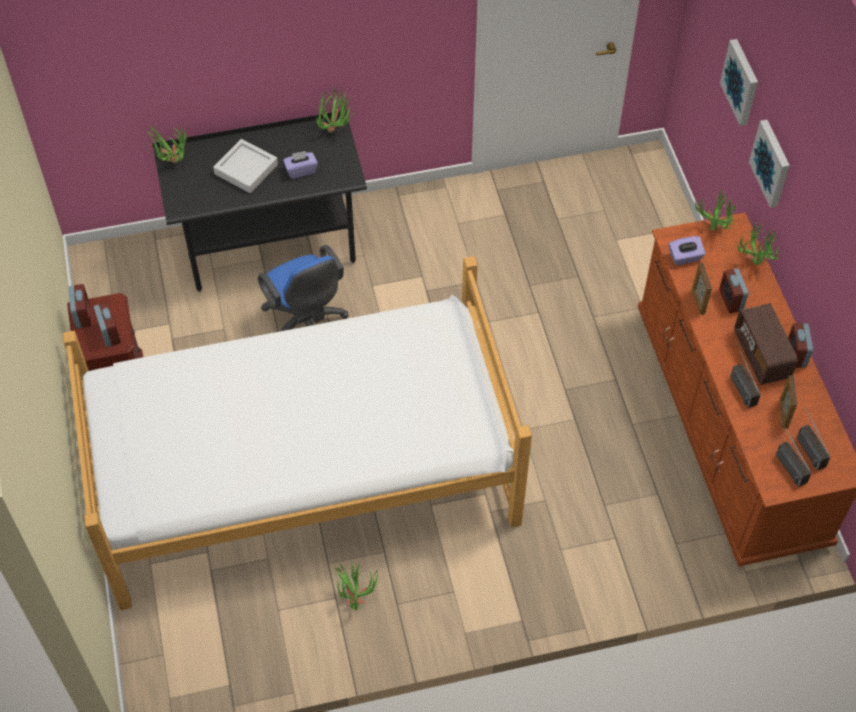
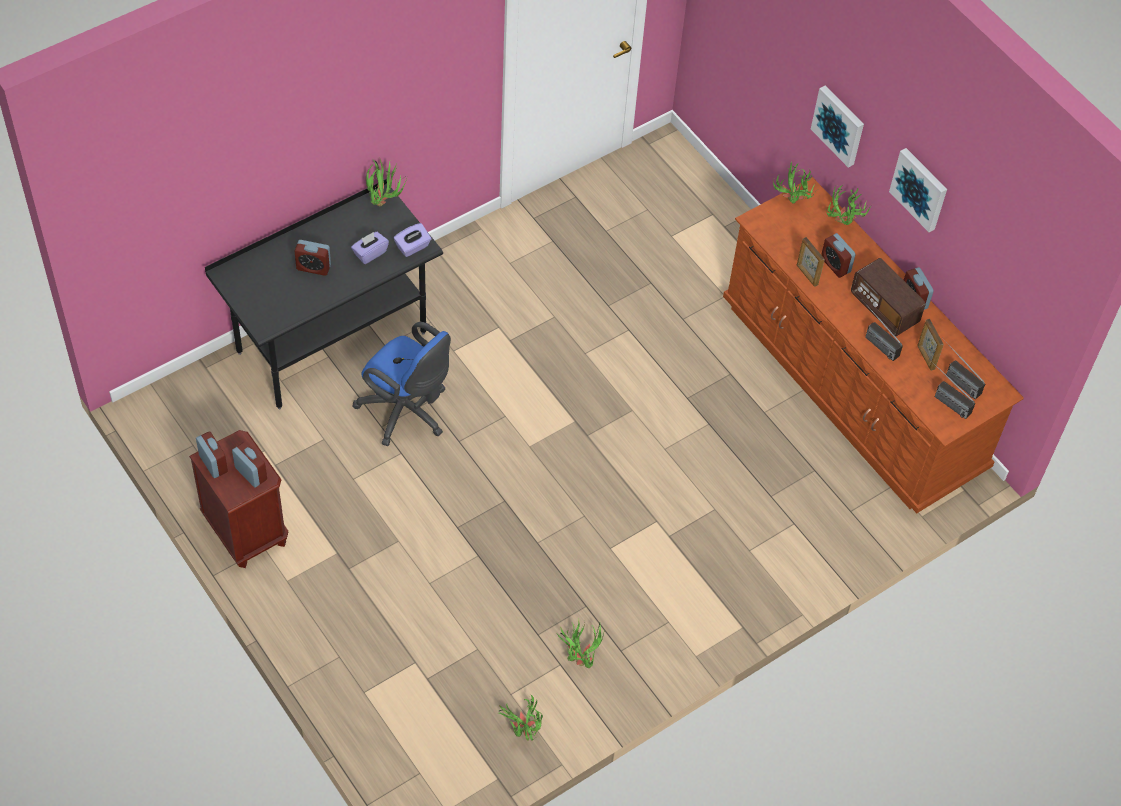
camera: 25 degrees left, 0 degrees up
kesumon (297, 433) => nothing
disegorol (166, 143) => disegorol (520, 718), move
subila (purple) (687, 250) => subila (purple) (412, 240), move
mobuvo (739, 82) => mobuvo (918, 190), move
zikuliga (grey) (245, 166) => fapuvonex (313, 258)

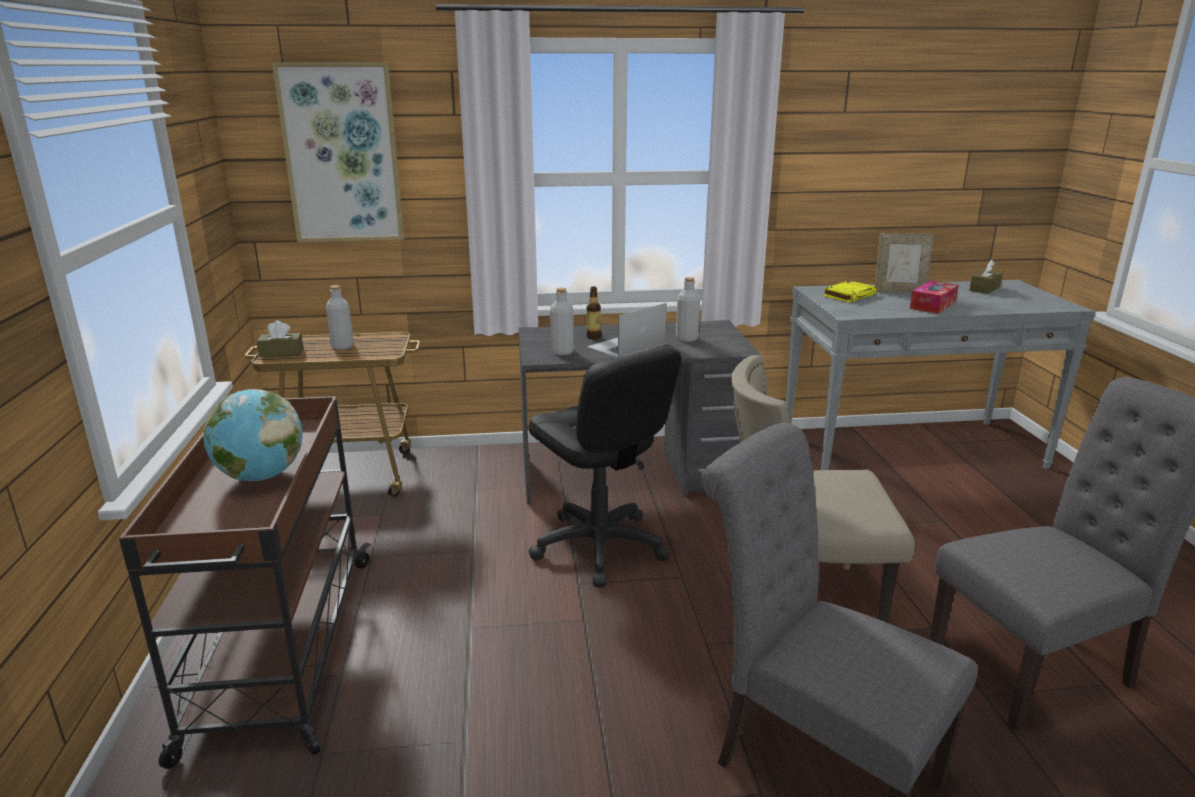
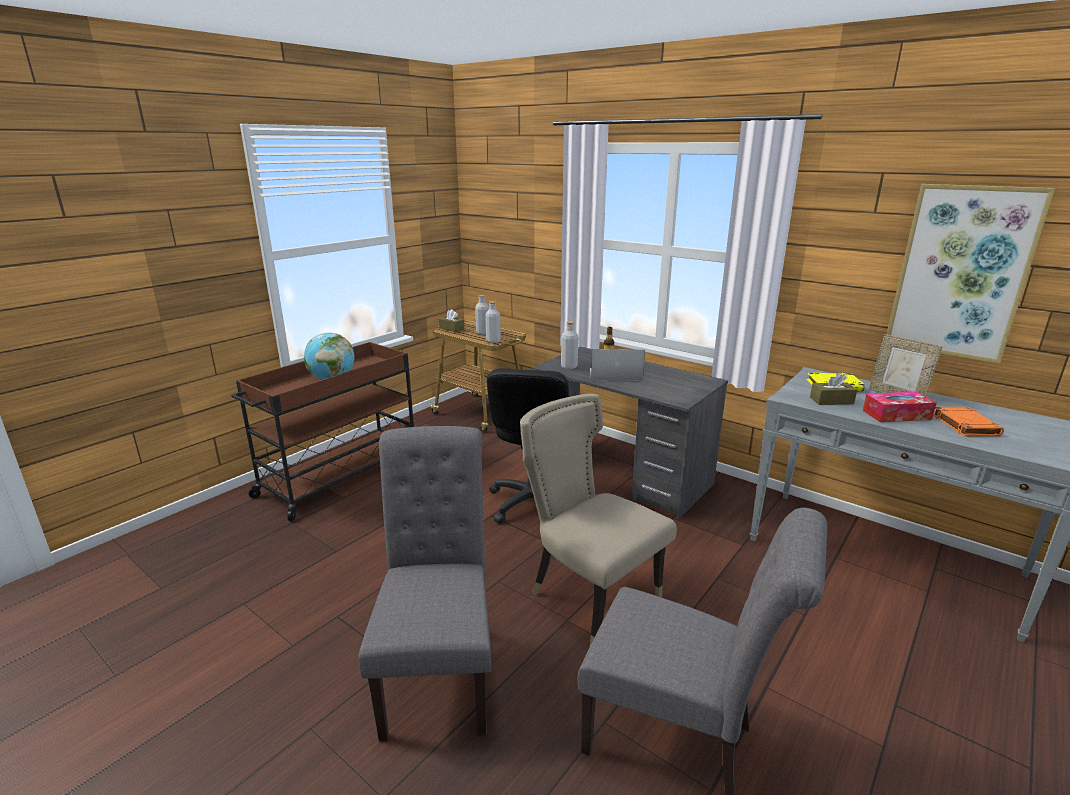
camera: 45 degrees right, 0 degrees up
nothing => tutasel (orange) (968, 421)
mobuvo (338, 152) => mobuvo (971, 274), move
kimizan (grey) (688, 309) => kimizan (grey) (493, 322), move
subila (brown) (986, 277) => subila (brown) (833, 388), move

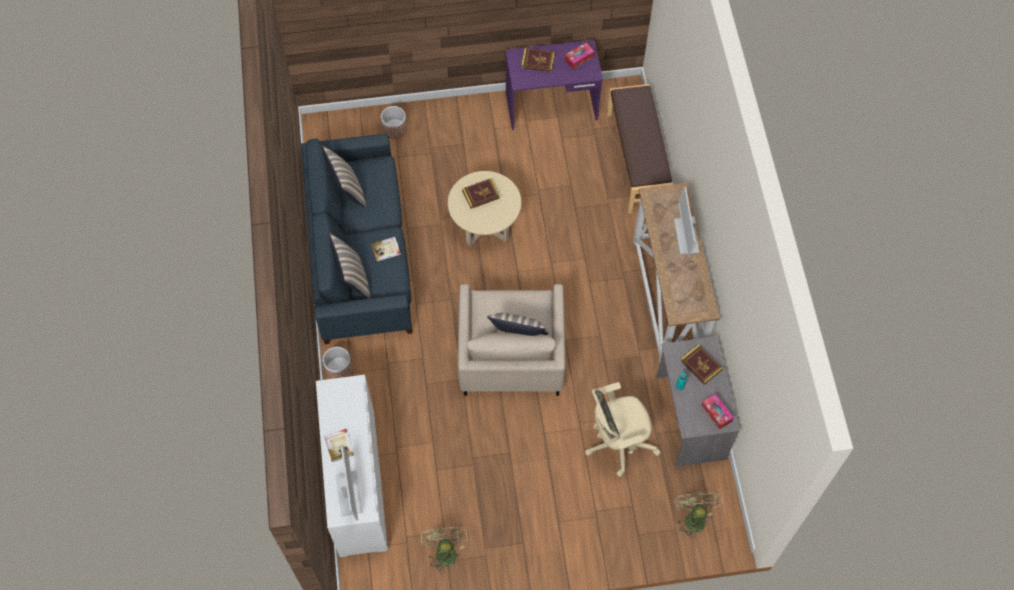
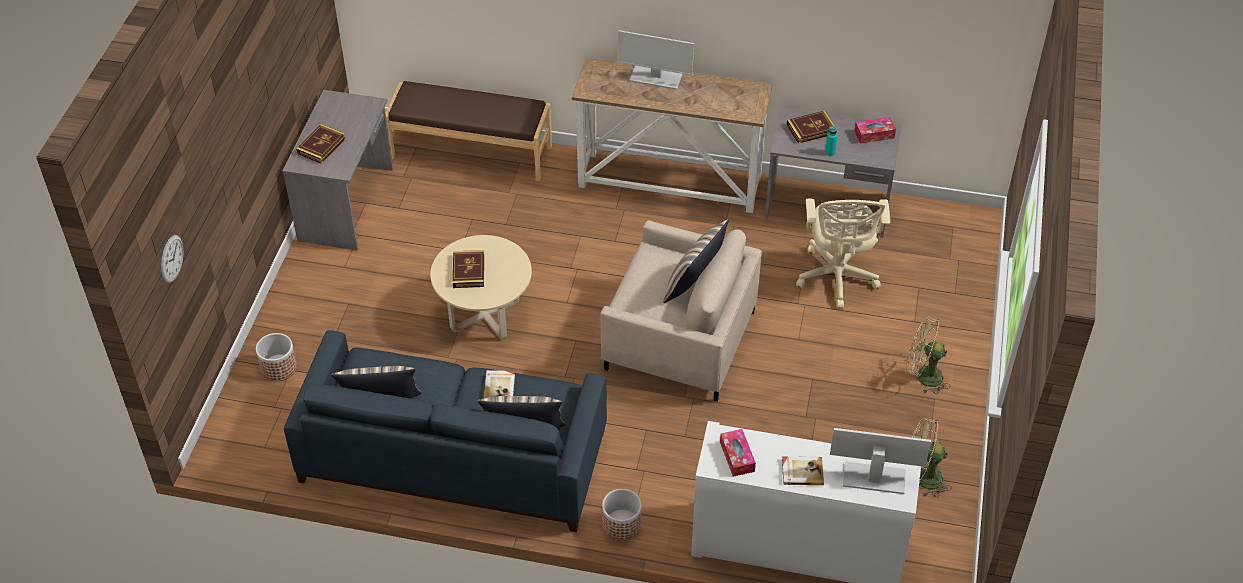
camera: 70 degrees left, 15 degrees down
nothing => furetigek (172, 259)
subila (580, 55) => subila (738, 453), move
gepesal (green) (699, 516) => gepesal (green) (928, 356), move
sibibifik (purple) (554, 85) => sibibifik (grey) (338, 170)

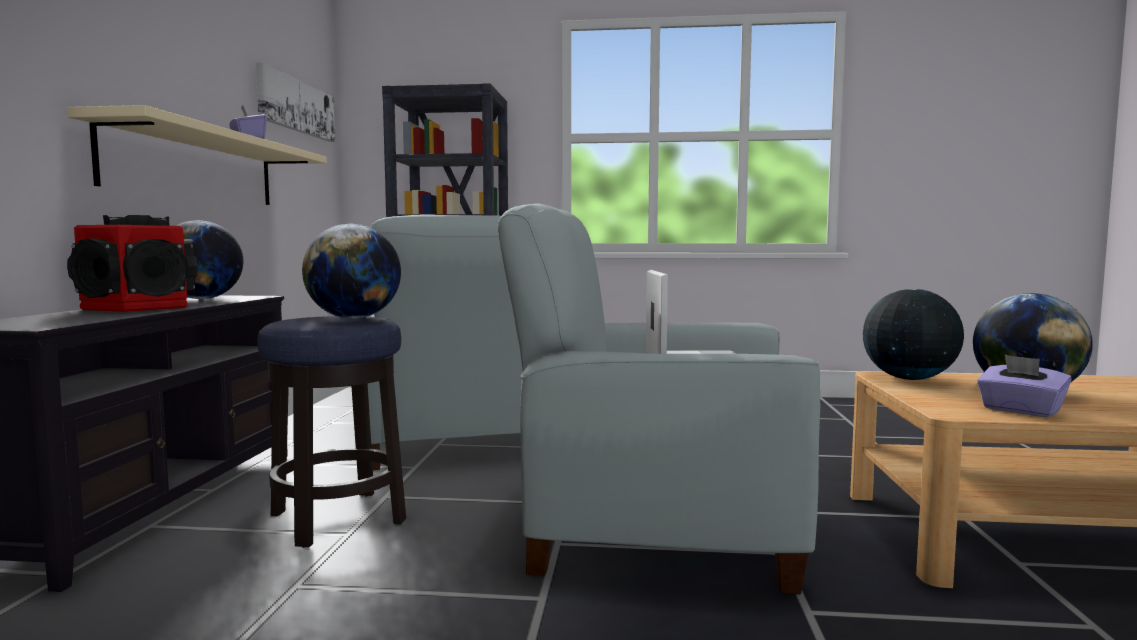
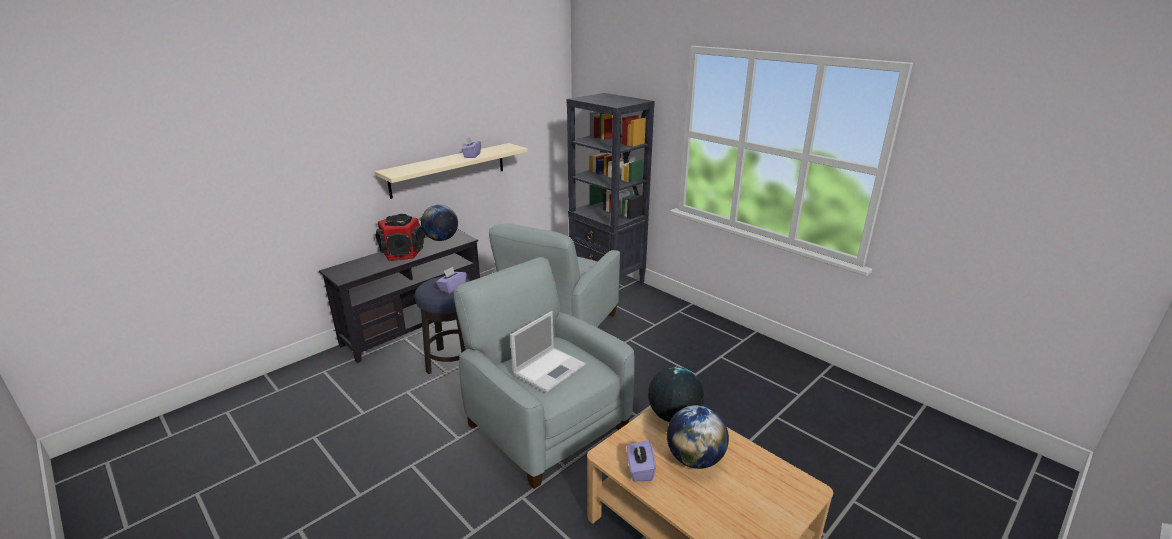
camera: 40 degrees right, 20 degrees up
mobuvo (295, 102) => nothing
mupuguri (351, 271) => subila (purple) (451, 280)

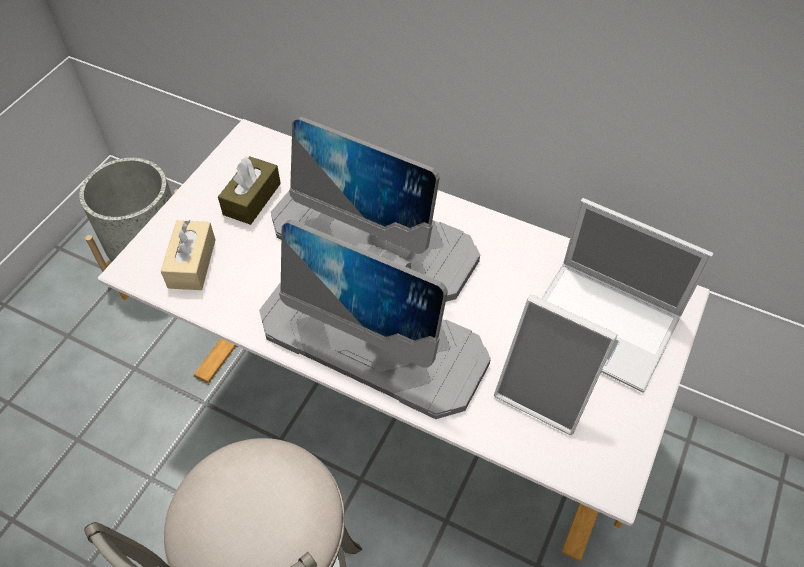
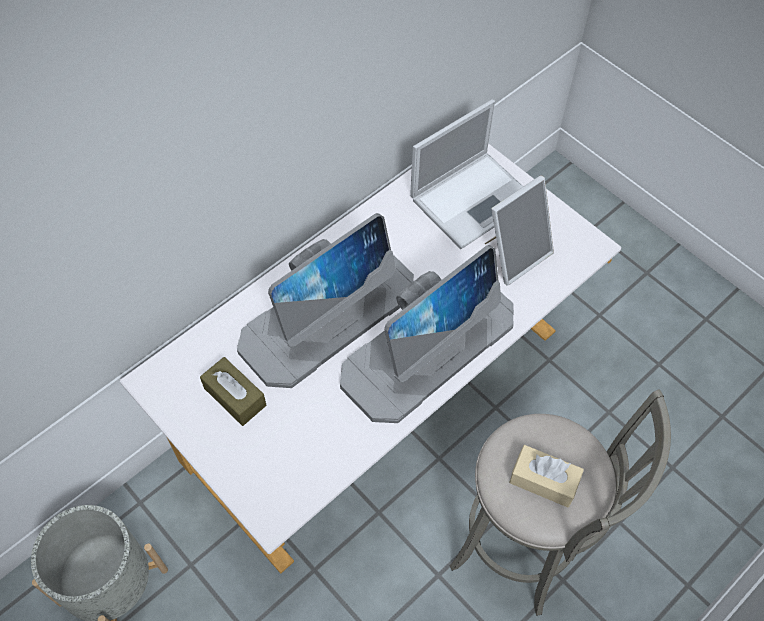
camera: 70 degrees left, 5 degrees up
subila (beige) (188, 255) => subila (beige) (546, 476), move

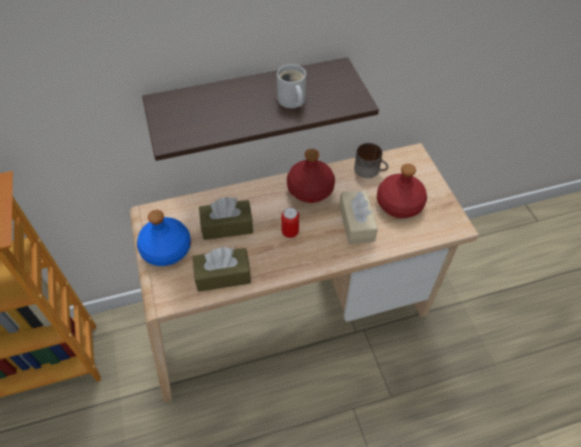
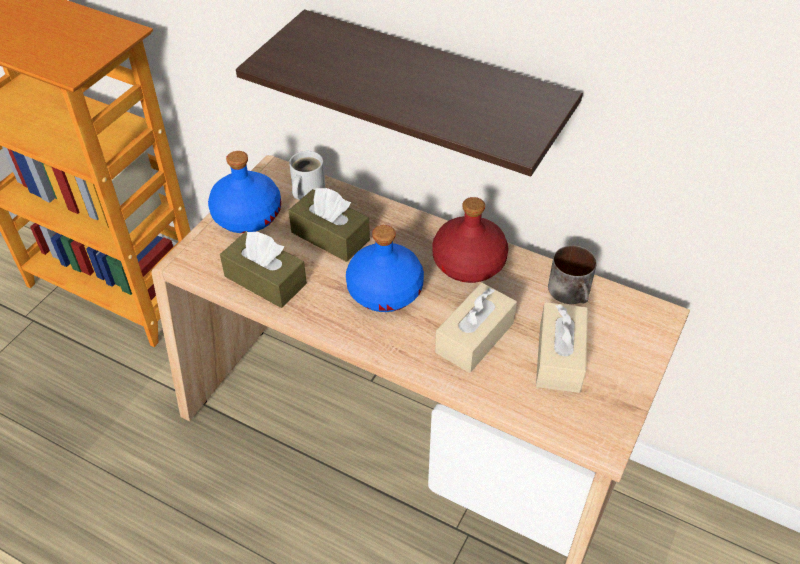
camera: 45 degrees right, 5 degrees down
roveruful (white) (291, 86) => roveruful (white) (307, 175), move
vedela (290, 222) => kimizan (blue) (385, 268)
kimizan (red) (402, 191) => subila (beige) (562, 347)

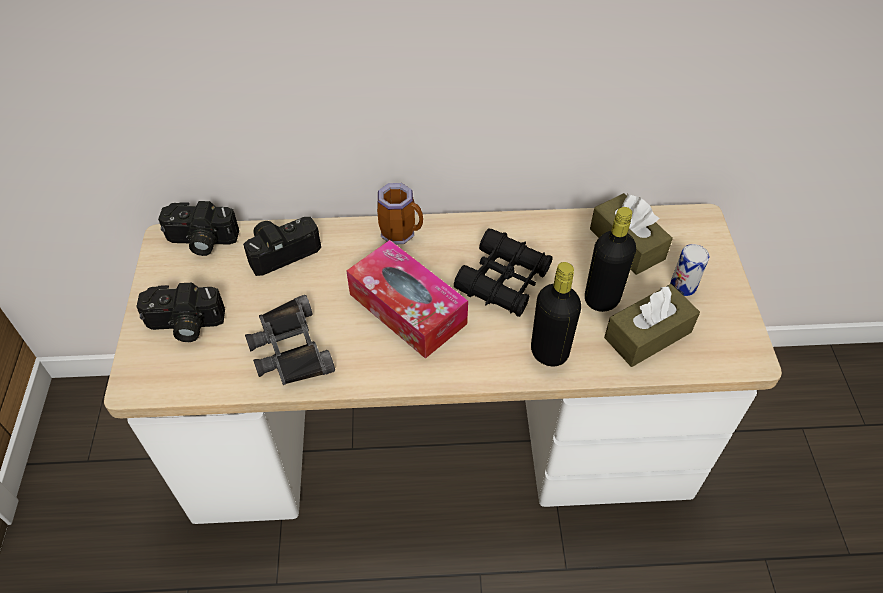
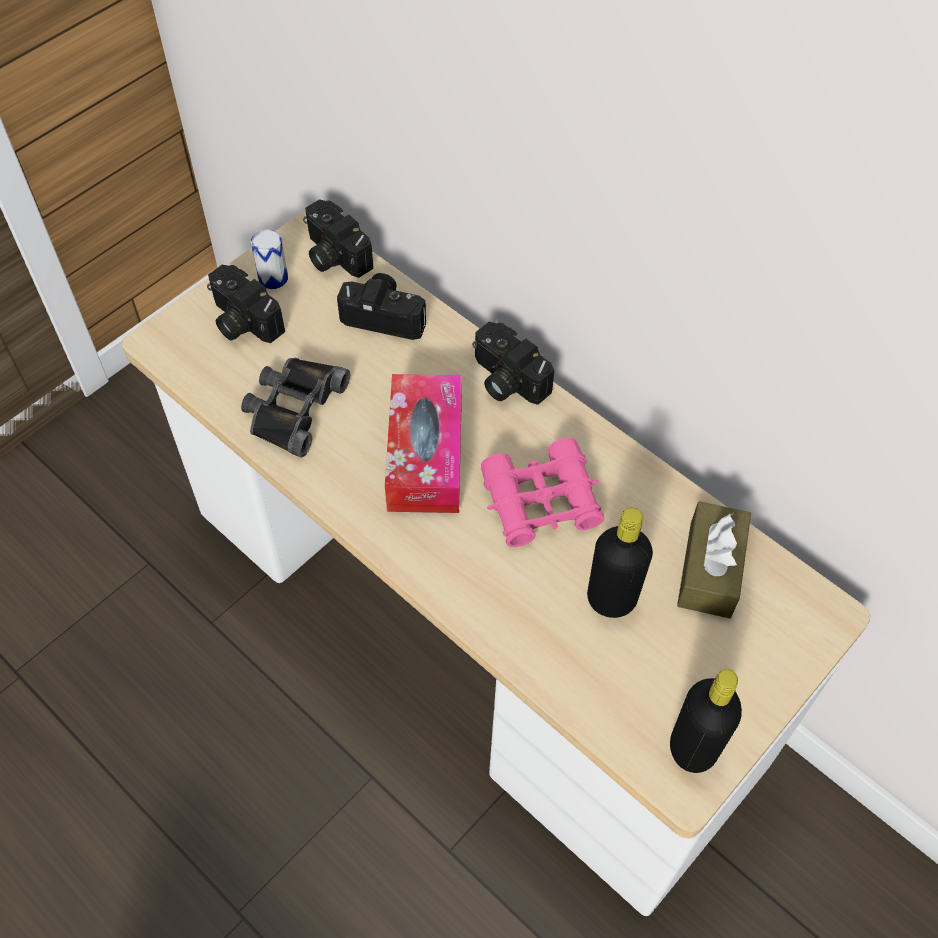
camera: 45 degrees right, 5 degrees up
subila (brown) (652, 325) => nothing
kimizan (black) (556, 314) => kimizan (black) (706, 721), move
vedela (690, 270) => vedela (269, 259), move
roveruful (400, 213) => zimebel (513, 363)
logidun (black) (503, 272) => logidun (pink) (543, 492)

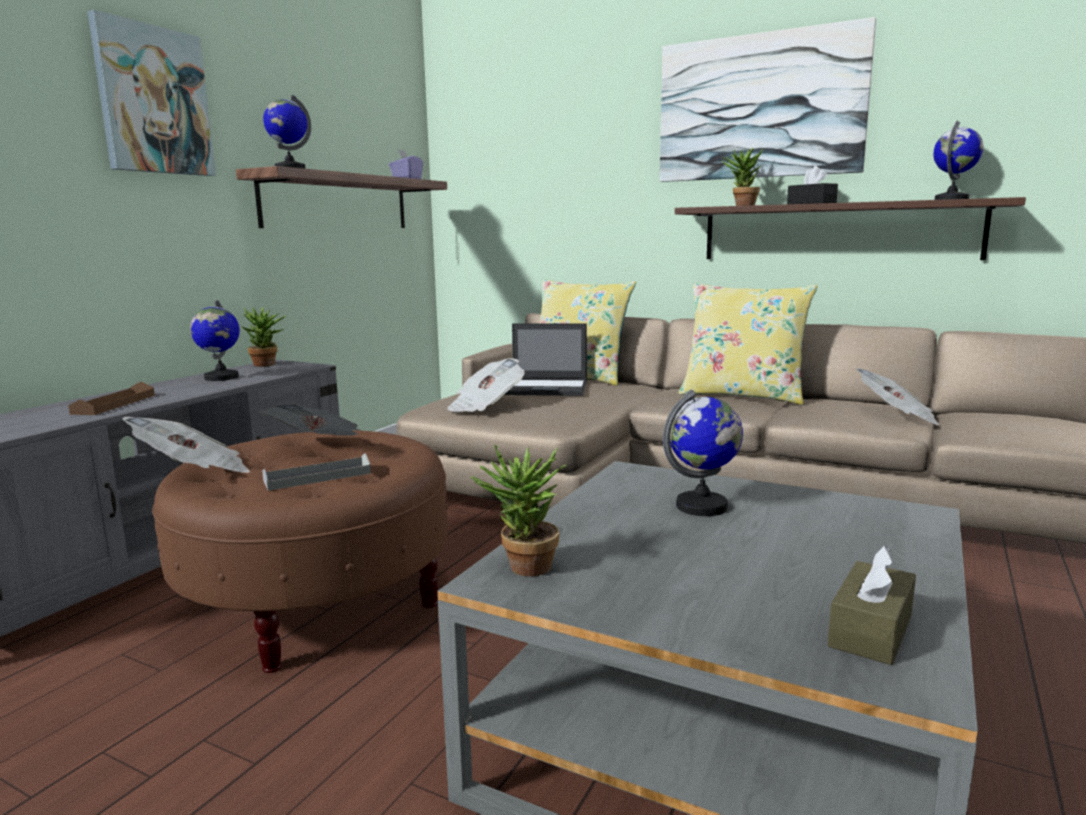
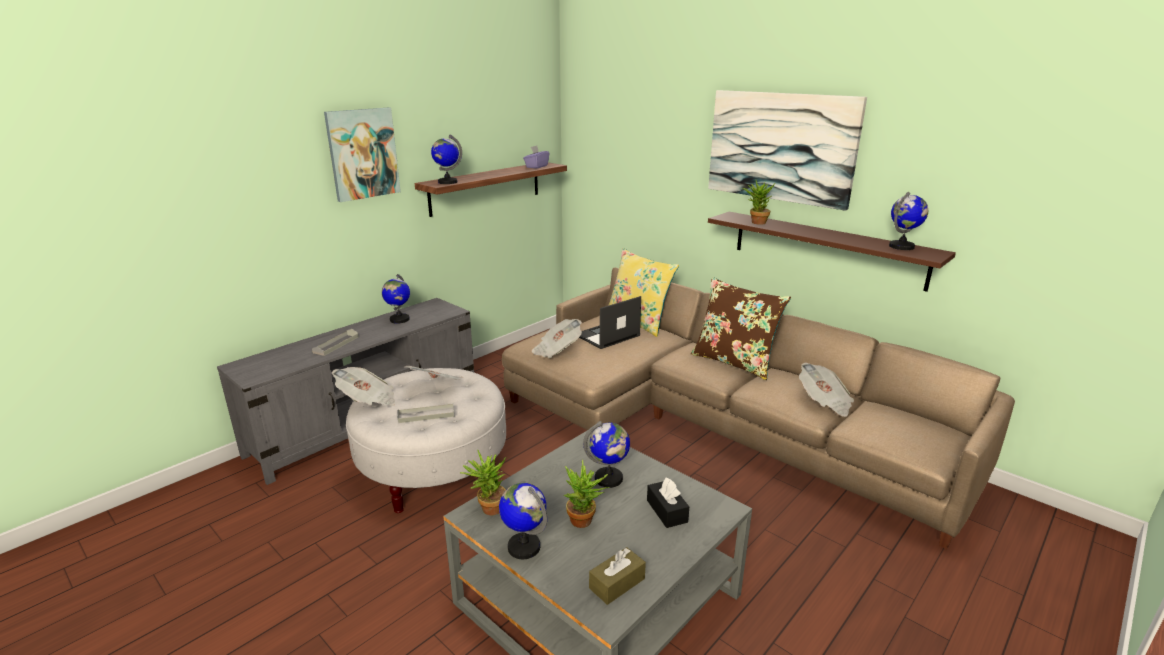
camera: 15 degrees right, 10 degrees up
nothing => mupuguri (523, 521)
disegorol (264, 337) => disegorol (586, 494), move
subila (black) (812, 185) => subila (black) (668, 502), move
zikuliga (brown) (111, 398) => zikuliga (grey) (335, 342)
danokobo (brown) (300, 551) => danokobo (white) (426, 440)
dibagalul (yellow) (748, 344) => dibagalul (brown) (741, 328)
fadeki (546, 359) => fadeki (610, 322), 120 degrees clockwise

